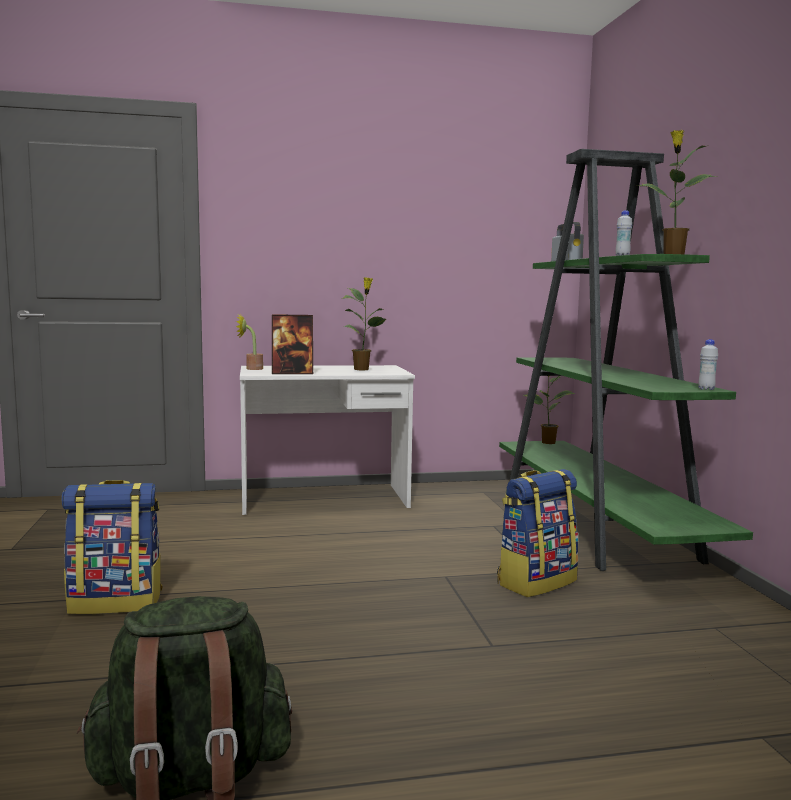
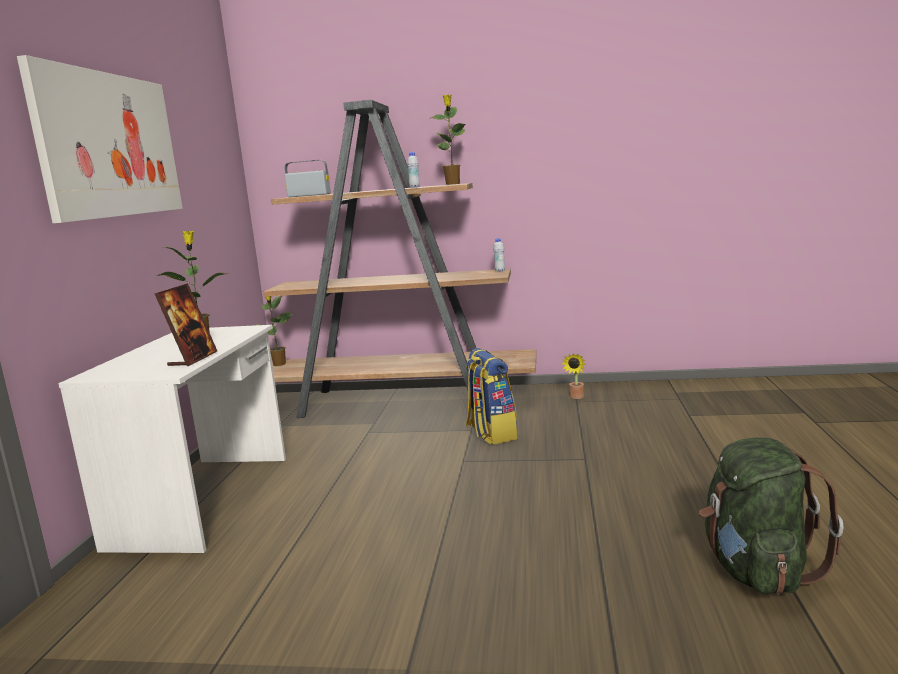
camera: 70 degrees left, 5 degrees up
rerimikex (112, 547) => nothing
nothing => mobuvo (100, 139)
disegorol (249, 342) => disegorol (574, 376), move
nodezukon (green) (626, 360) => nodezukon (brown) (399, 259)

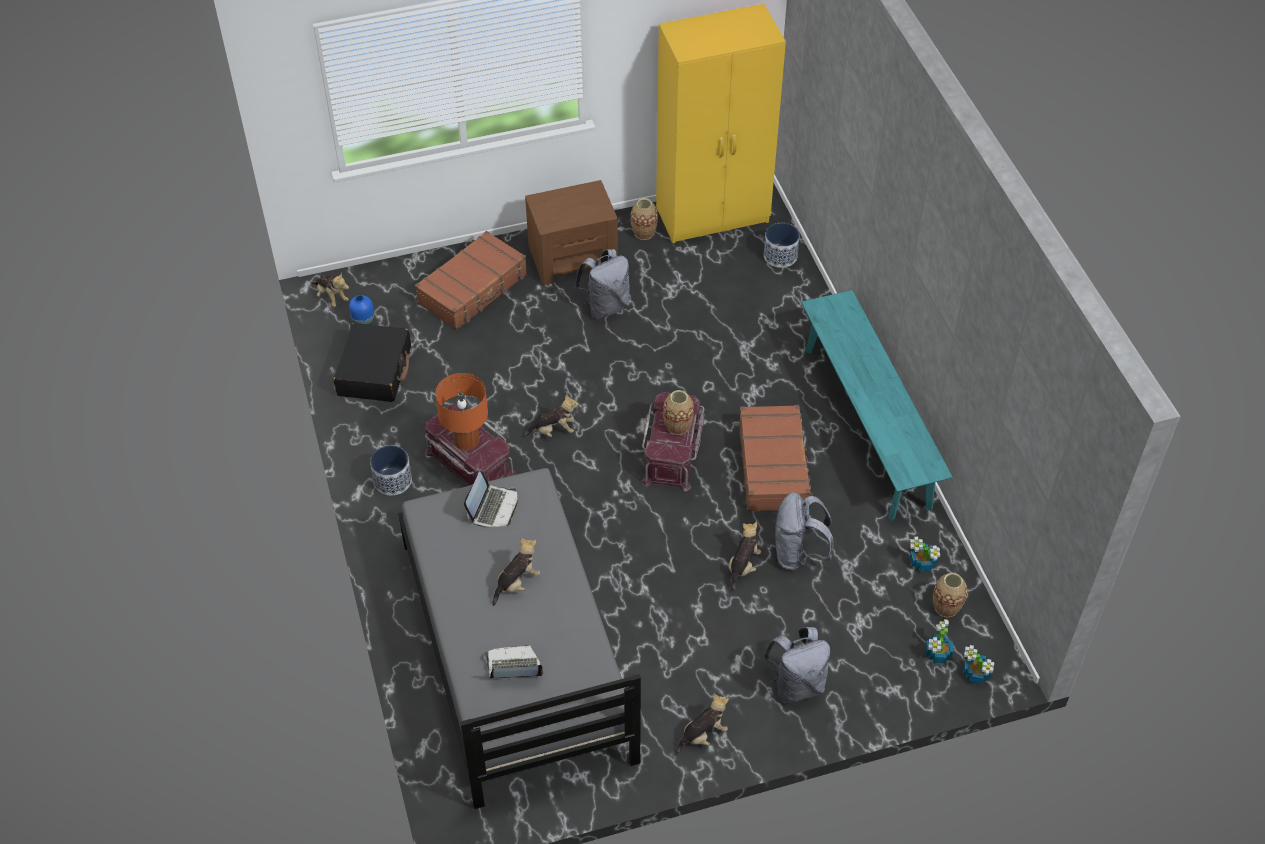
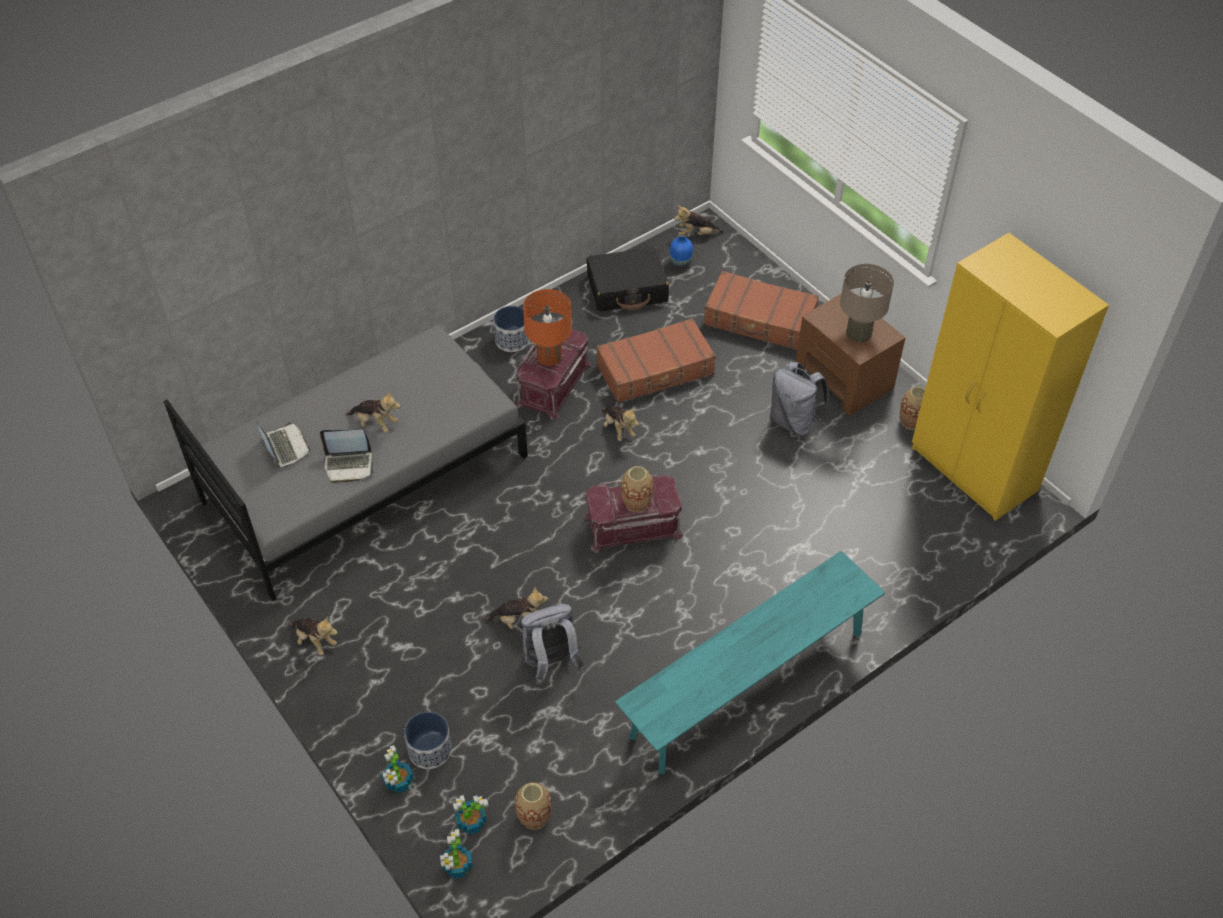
camera: 70 degrees right, 0 degrees up
rerimikex (grey) (796, 665) => nothing
nothing => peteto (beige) (867, 303)
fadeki (491, 499) => fadeki (347, 456), move
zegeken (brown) (776, 458) => zegeken (brown) (656, 360), move
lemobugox (782, 245) => lemobugox (428, 740), move
disegorol (925, 554) => disegorol (398, 769), move
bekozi (330, 290) => bekozi (699, 220), 60 degrees clockwise

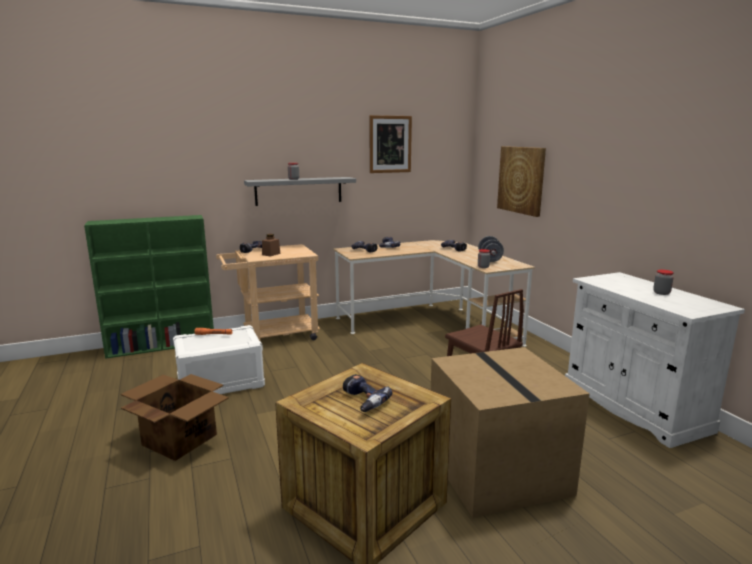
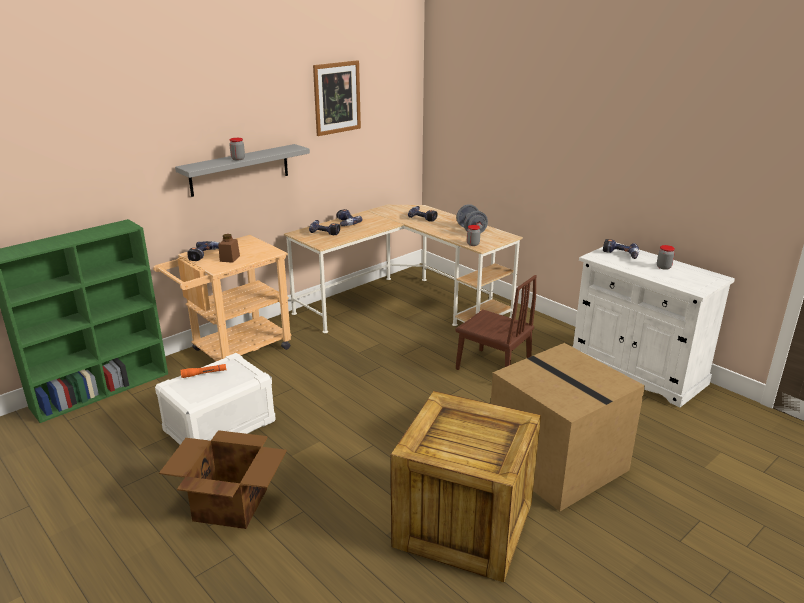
camera: 20 degrees left, 10 degrees up
mobuvo (521, 181) => nothing
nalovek (367, 393) => nalovek (621, 249), move

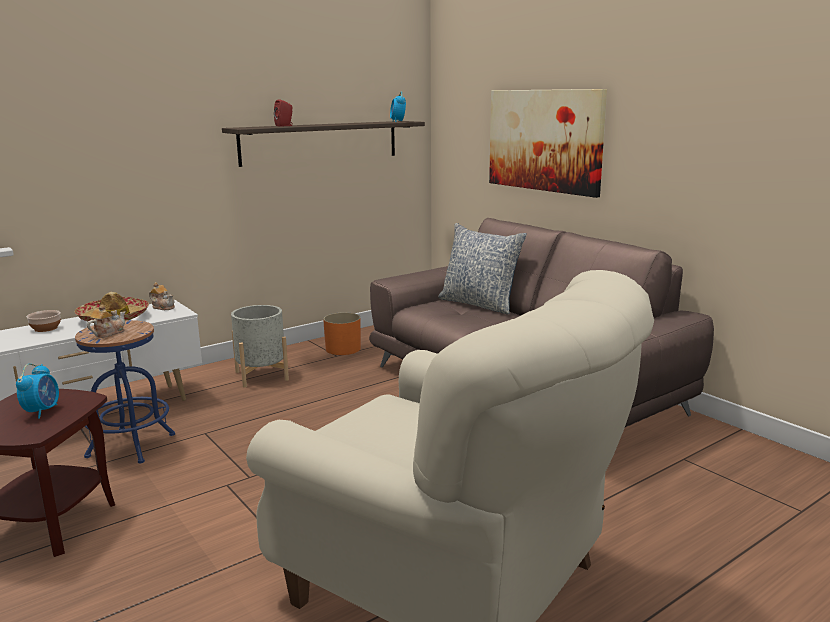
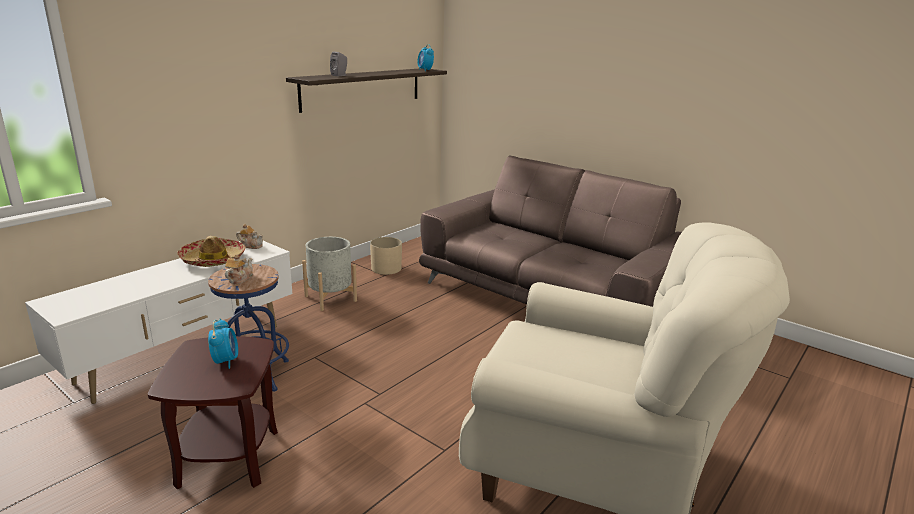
camera: 15 degrees left, 5 degrees up
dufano (44, 321) => nothing
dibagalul (482, 268) => nothing
mobuvo (548, 143) => nothing
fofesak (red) (283, 113) => fofesak (grey) (338, 64)
lemobugox (orange) (342, 333) => lemobugox (beige) (386, 256)

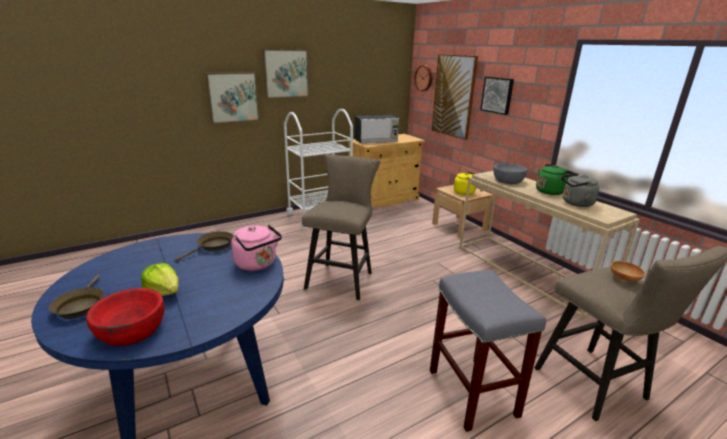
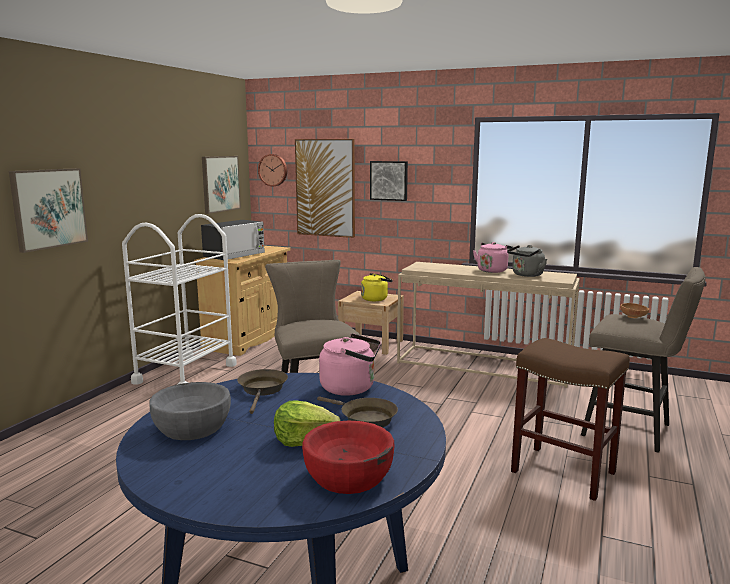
camera: 35 degrees left, 10 degrees down
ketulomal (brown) (76, 297) => ketulomal (brown) (357, 411), move
mobuvo (285, 74) => mobuvo (221, 185), move
dufano (grey) (510, 173) => dufano (grey) (190, 411), move
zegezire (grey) (488, 351) => zegezire (brown) (570, 419)
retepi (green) (556, 179) => retepi (pink) (493, 257)

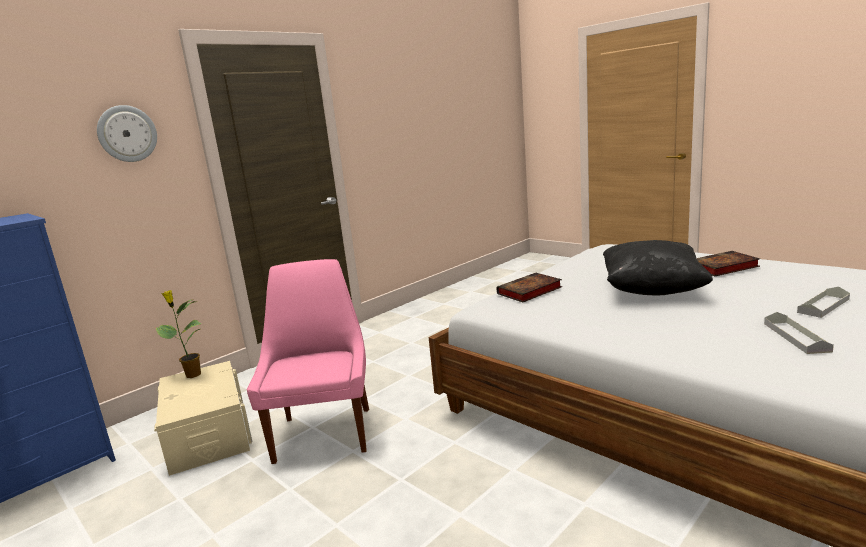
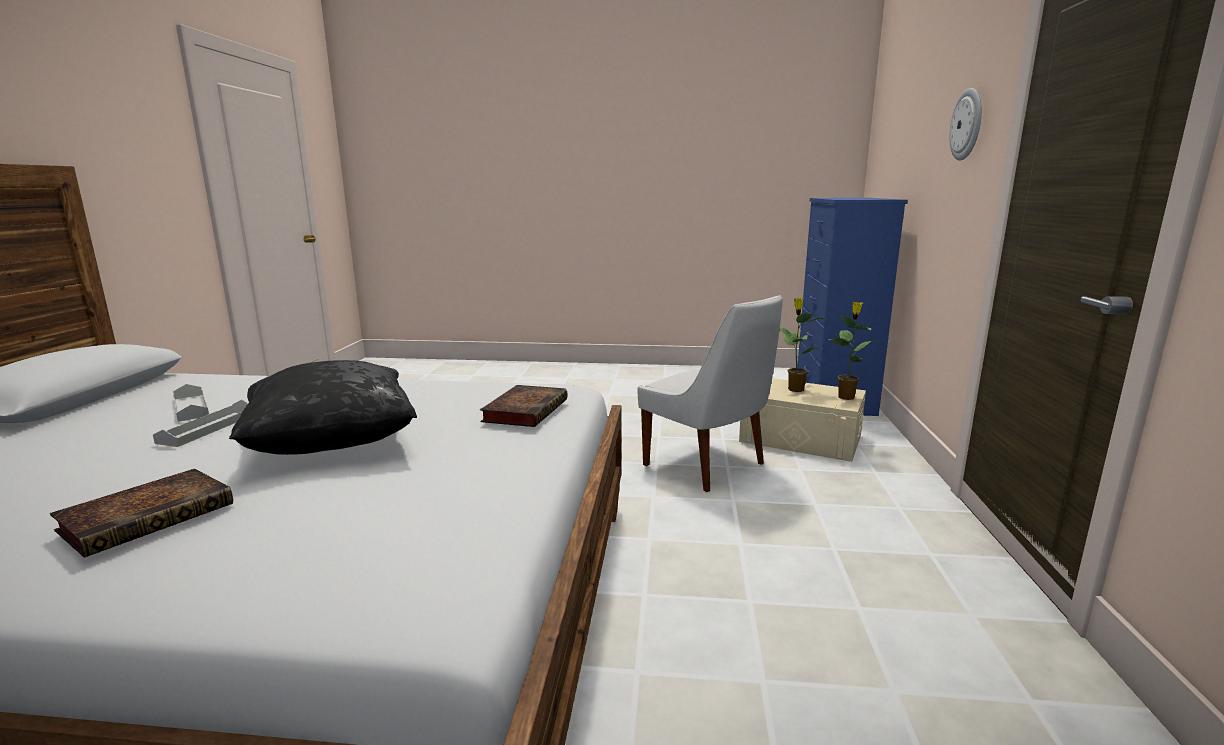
camera: 140 degrees right, 0 degrees up
nothing => disegorol (804, 345)
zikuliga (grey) (823, 302) => zikuliga (grey) (200, 423), move
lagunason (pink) (308, 361) => lagunason (white) (710, 393)

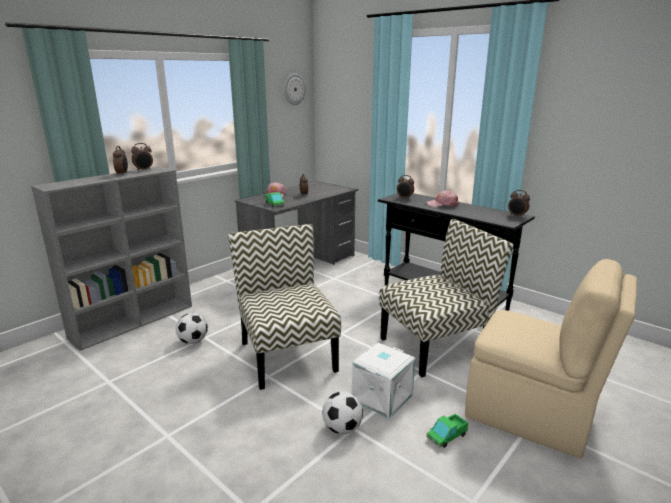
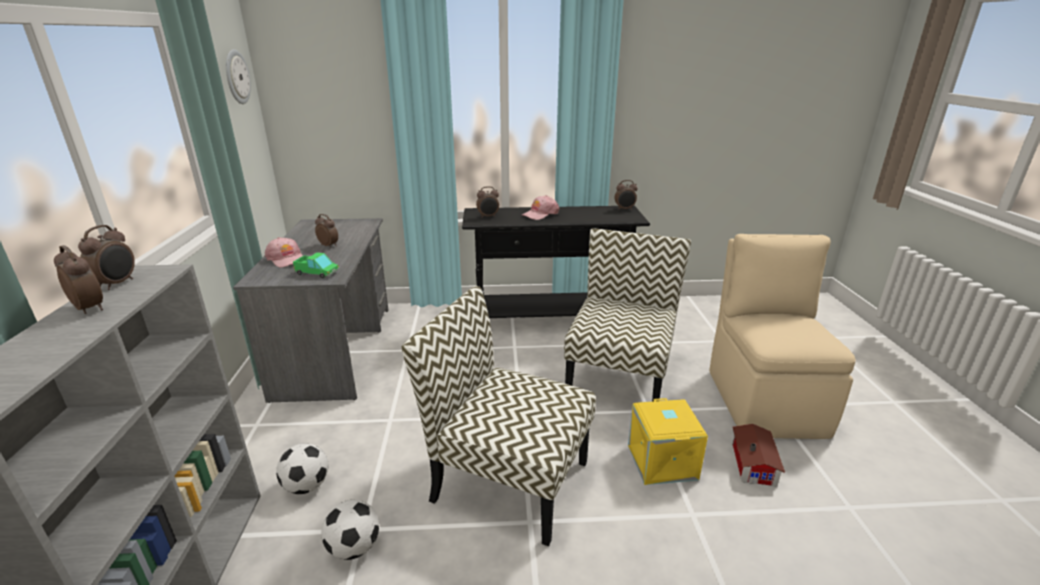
camera: 45 degrees left, 5 degrees up
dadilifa (342, 412) => dadilifa (302, 468), move
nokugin (447, 430) => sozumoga (758, 455)
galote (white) (383, 381) => galote (yellow) (668, 441)
lagunason (beige) (551, 359) => lagunason (beige) (782, 336), 75 degrees counterclockwise

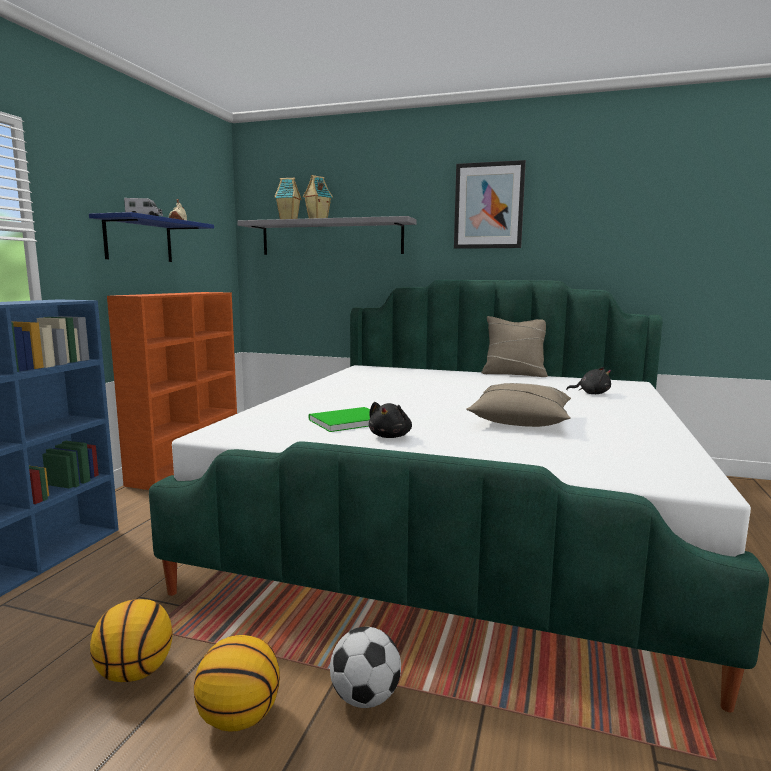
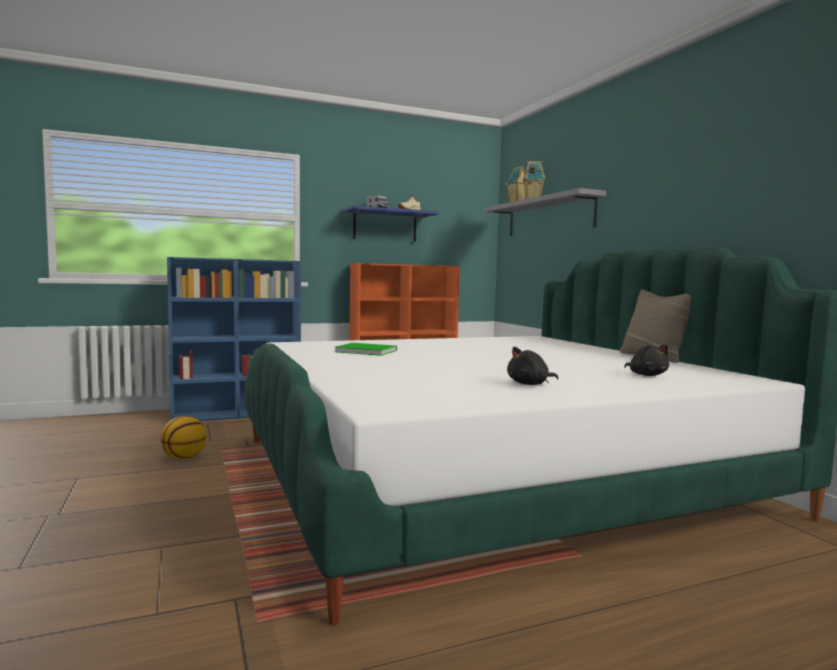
camera: 50 degrees right, 5 degrees down
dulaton (237, 683) => nothing
dadilifa (365, 667) => nothing
mobuvo (490, 204) => nothing
dibagalul (beige) (518, 405) => nothing
bekozi (black) (390, 420) => bekozi (black) (532, 366), move

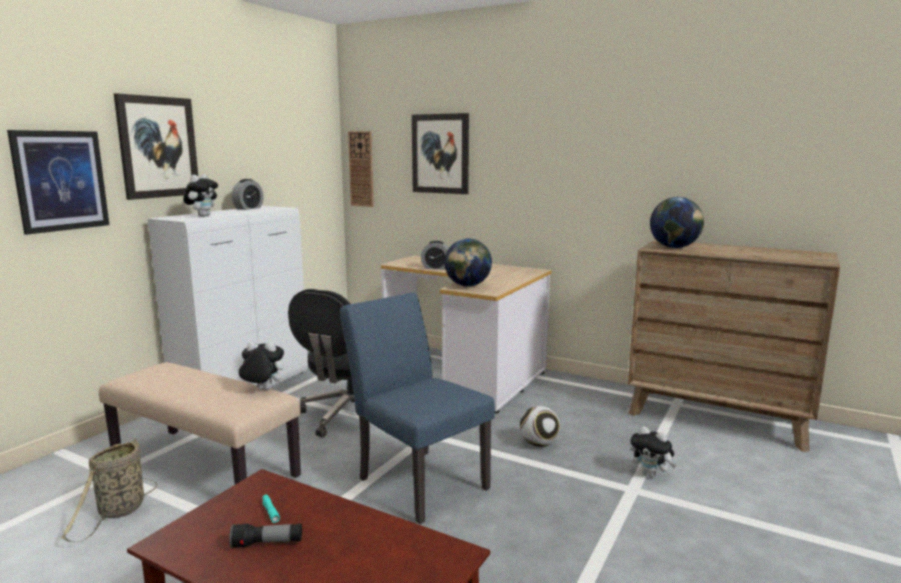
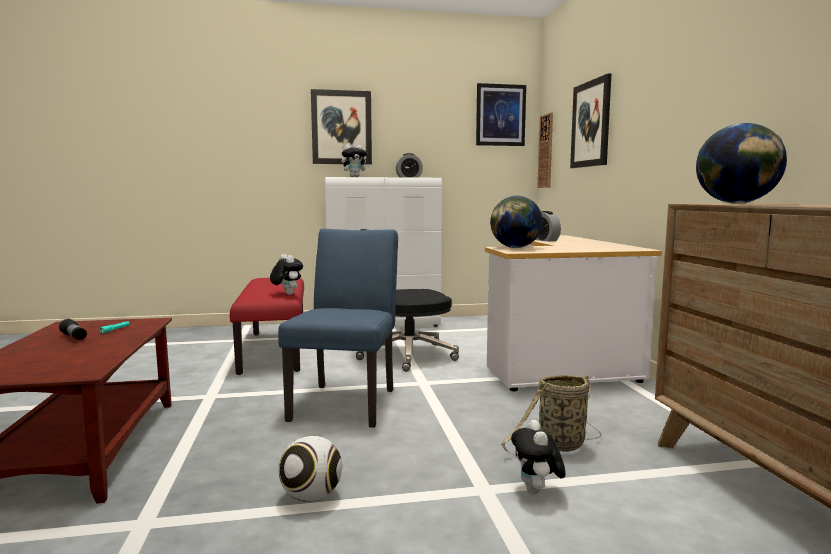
camera: 50 degrees right, 5 degrees down
mobuvo (58, 182) => mobuvo (501, 114), move
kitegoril (109, 490) => kitegoril (551, 415), move
dadilifa (540, 426) => dadilifa (310, 468), move
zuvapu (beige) (200, 423) => zuvapu (red) (267, 326)

